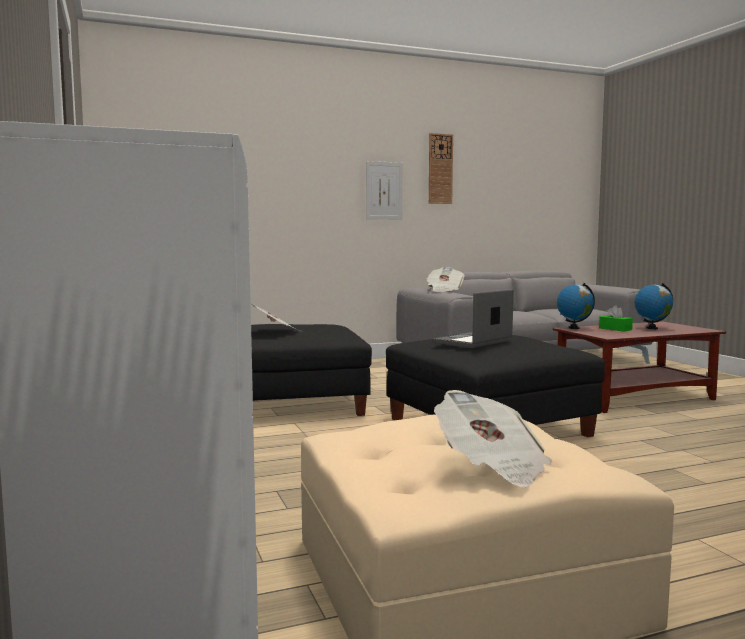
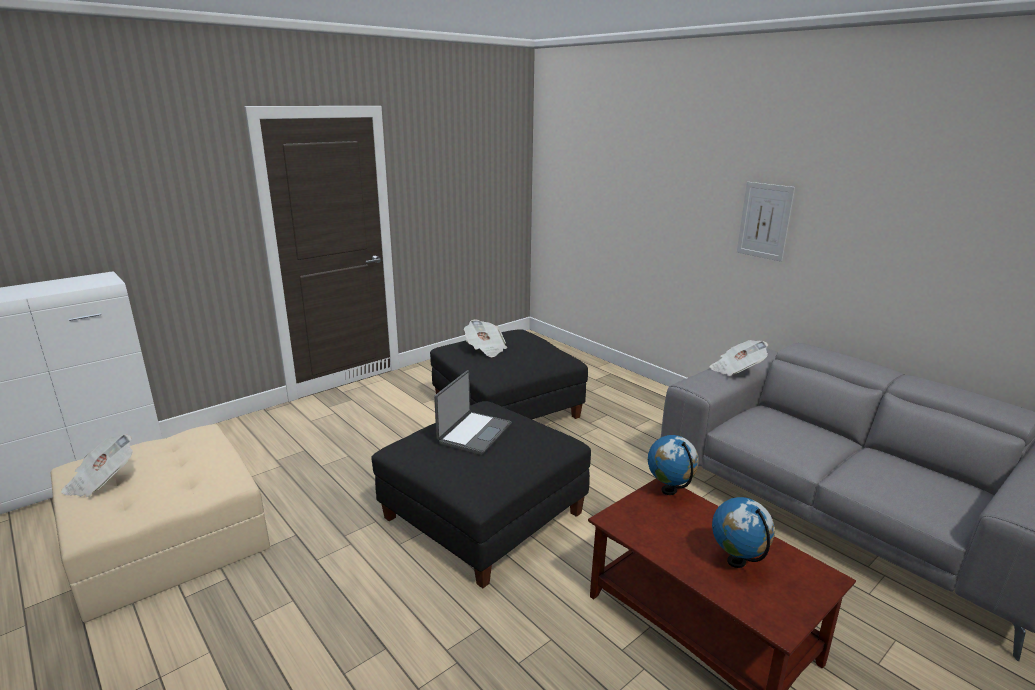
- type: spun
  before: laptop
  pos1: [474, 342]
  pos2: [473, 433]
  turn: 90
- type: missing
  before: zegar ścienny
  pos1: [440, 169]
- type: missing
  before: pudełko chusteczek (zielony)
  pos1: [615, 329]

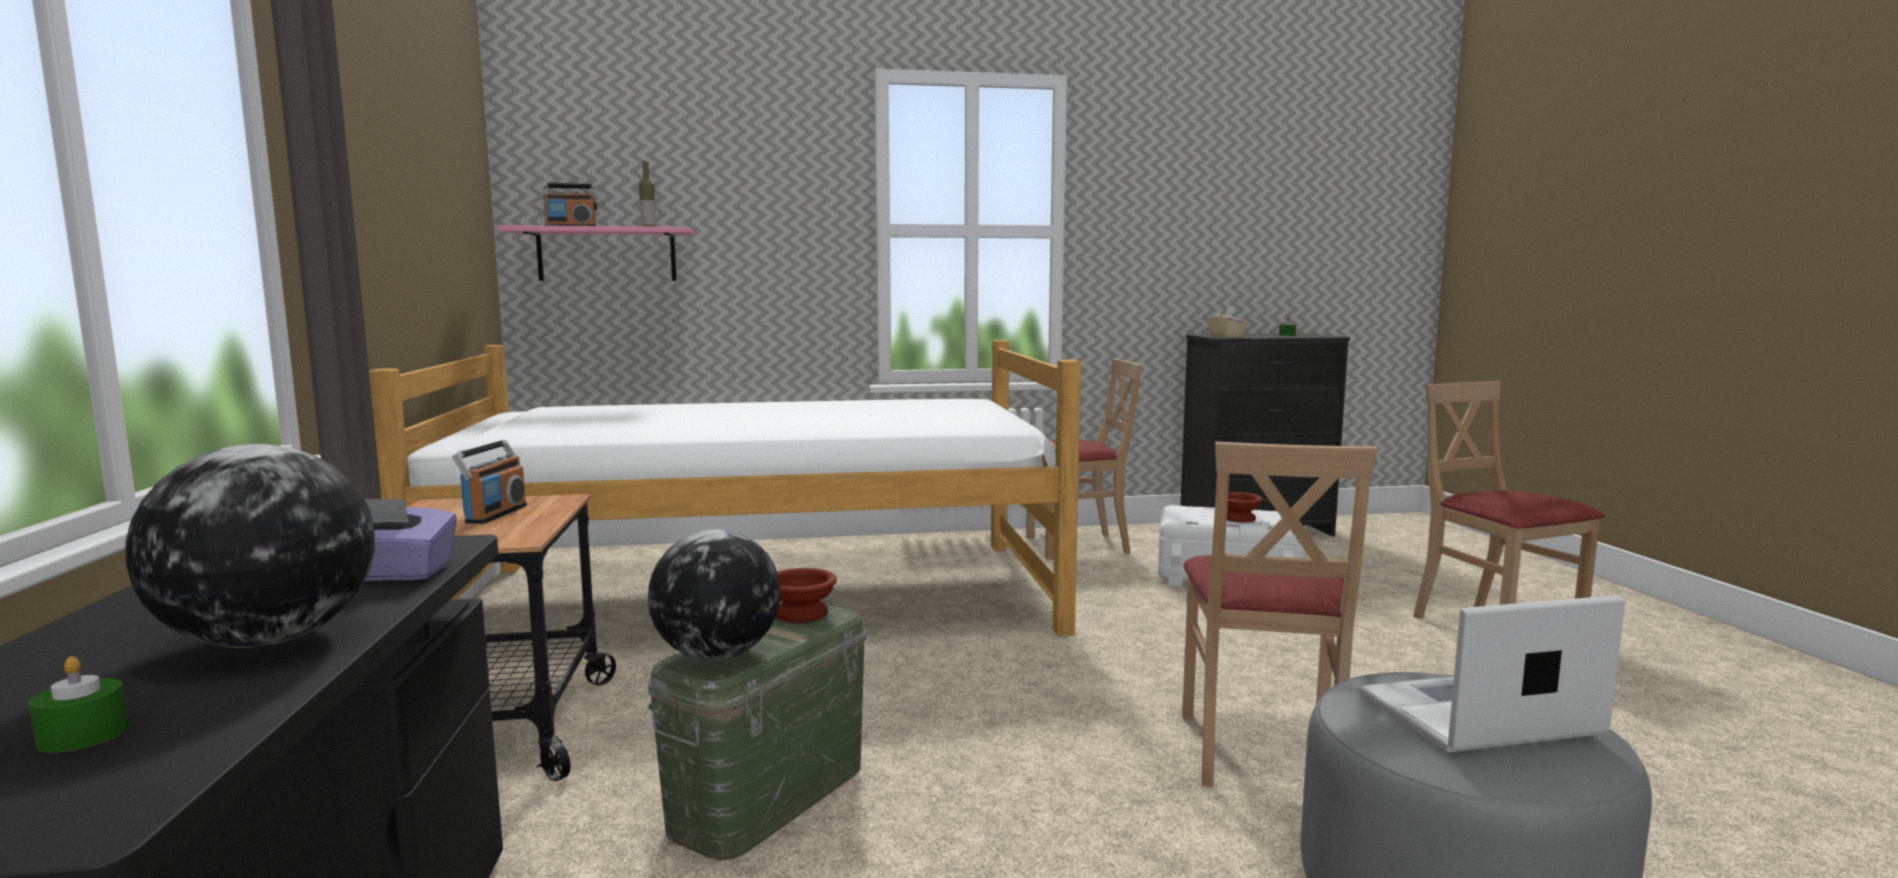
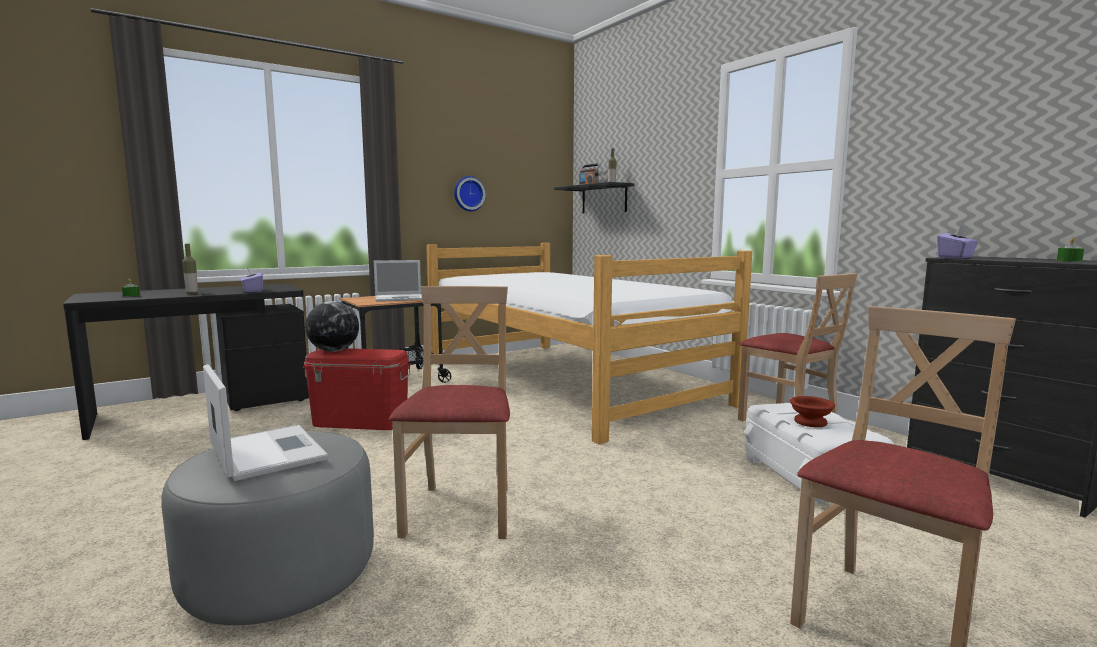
- type: exchanged
  before: globus
  after: butelka
  pos1: [270, 640]
  pos2: [192, 293]
- type: colour
  before: pojemnik do przechowywania (zielony)
  after: pojemnik do przechowywania (czerwony)
  pos1: [769, 797]
  pos2: [361, 421]
- type: exchanged
  before: radio
  after: laptop
  pos1: [495, 514]
  pos2: [400, 298]
- type: spun
  before: krzesło (beżowy)
  pos1: [1261, 752]
  pos2: [461, 511]
  turn: 105
- type: appeared
  after: zegar ścienny
  pos2: [468, 194]
- type: colour
  before: półka (różowy)
  after: półka (czarny)
  pos1: [607, 255]
  pos2: [604, 199]
- type: colour
  before: pudełko chusteczek (beżowy)
  after: pudełko chusteczek (fioletowy)
  pos1: [1226, 337]
  pos2: [956, 257]
- type: missing
  before: miska (brązowy)
  pos1: [801, 614]

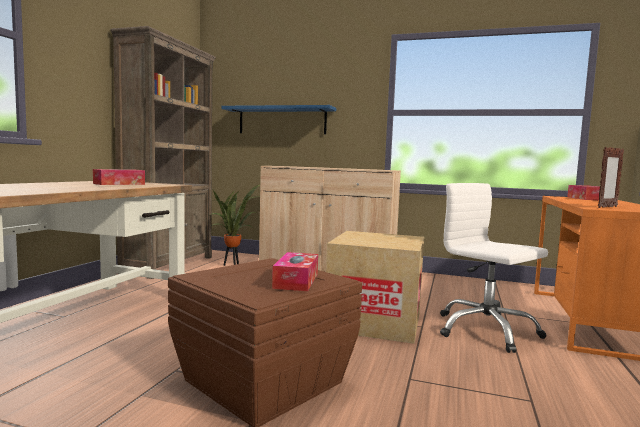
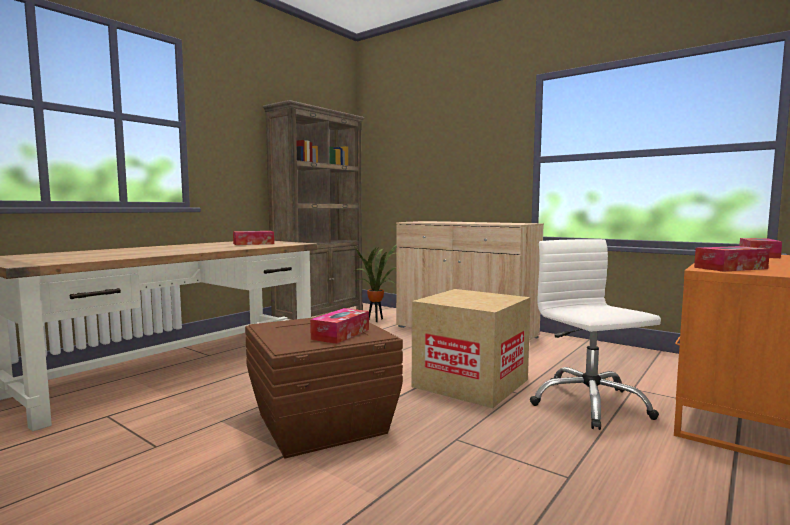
- type: exchanged
  before: ramka na zdjęcie
  after: pudełko chusteczek
  pos1: [607, 207]
  pos2: [730, 268]
- type: missing
  before: półka (niebieski)
  pos1: [282, 121]

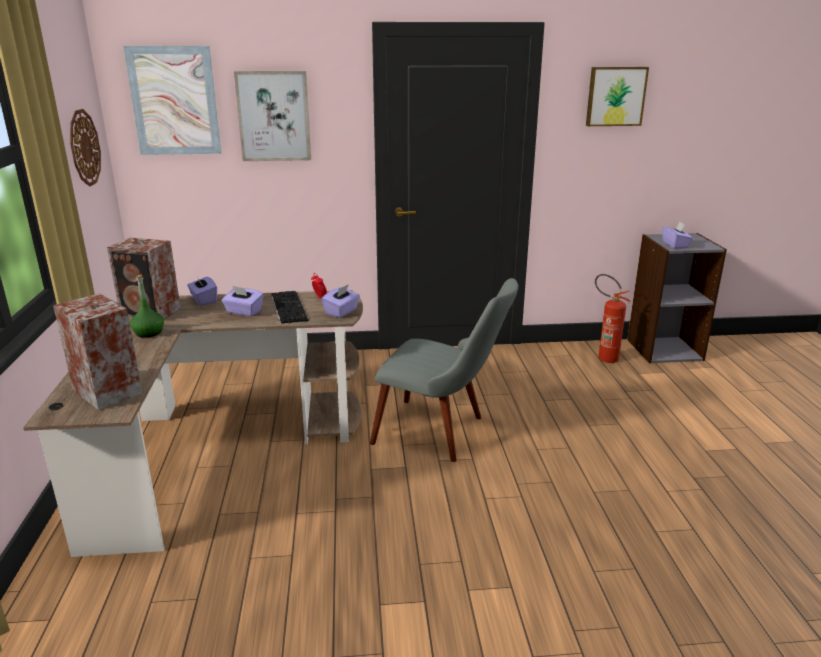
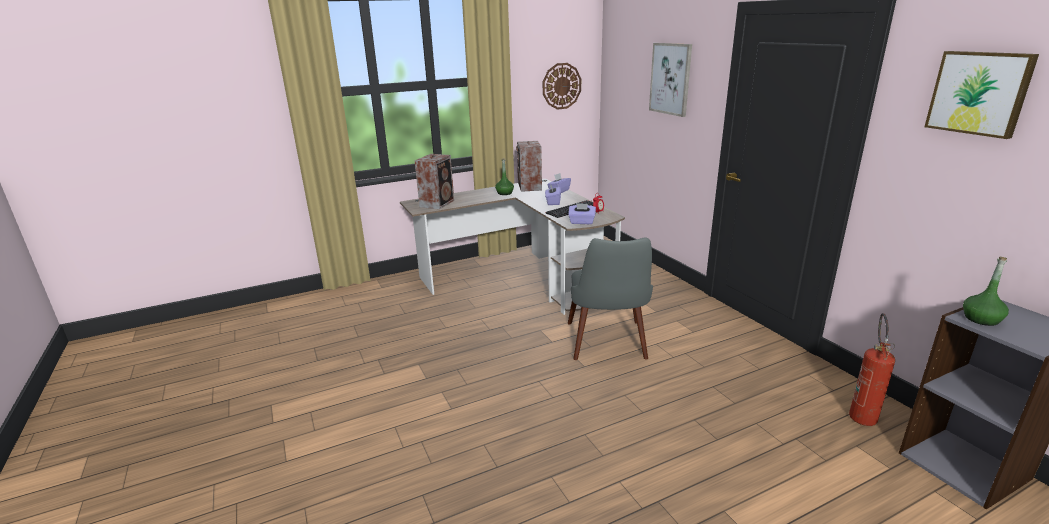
- type: exchanged
  before: pudełko chusteczek (fioletowy)
  after: butelka (zielony)
  pos1: [675, 245]
  pos2: [981, 319]
- type: missing
  before: obraz
  pos1: [174, 101]

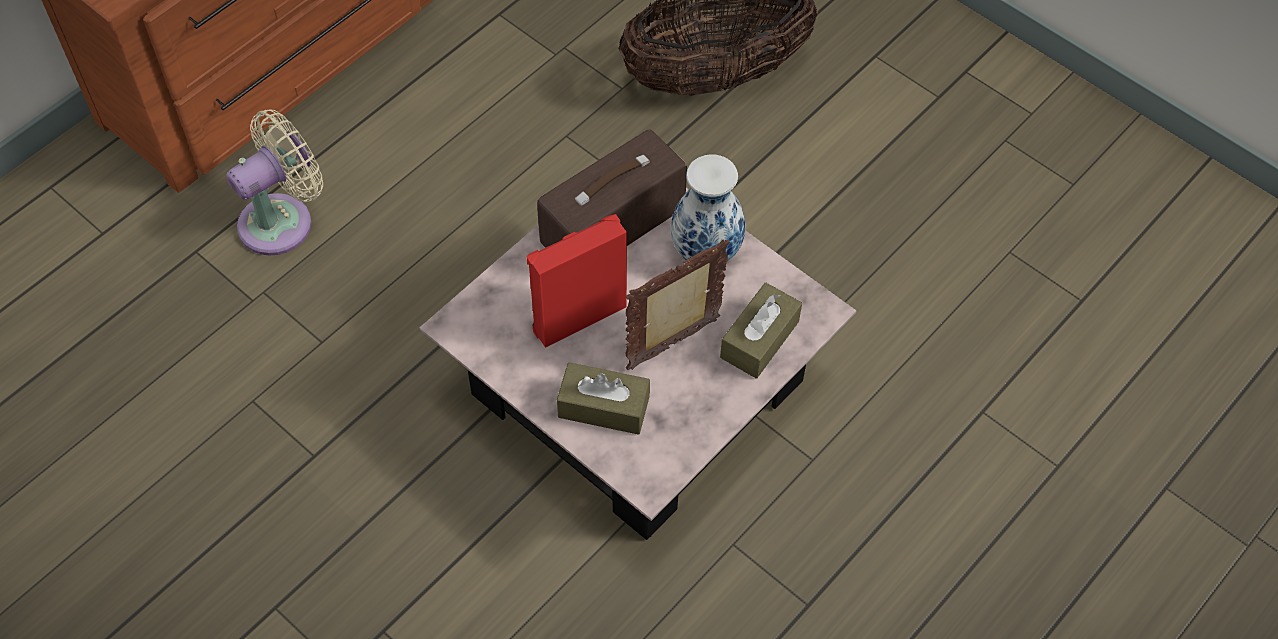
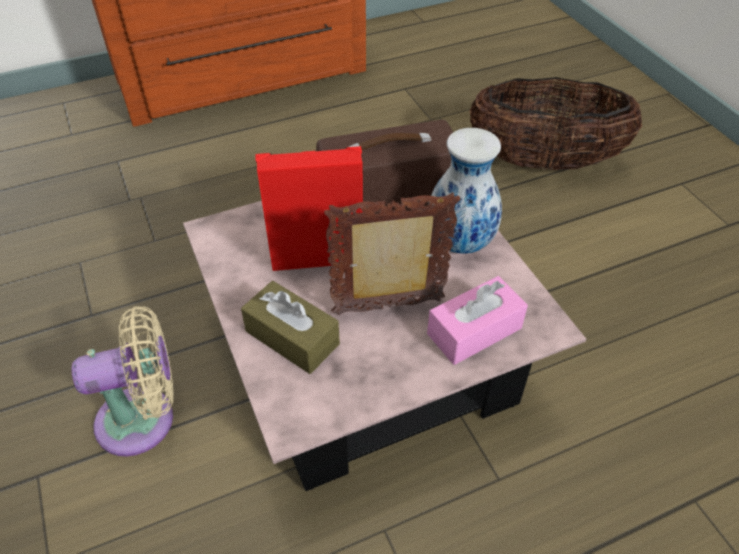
- type: relocated
  before: wentylator (beżowy)
  pos1: [282, 220]
  pos2: [144, 419]
- type: colour
  before: pudełko chusteczek (brązowy)
  after: pudełko chusteczek (różowy)
  pos1: [759, 339]
  pos2: [474, 331]

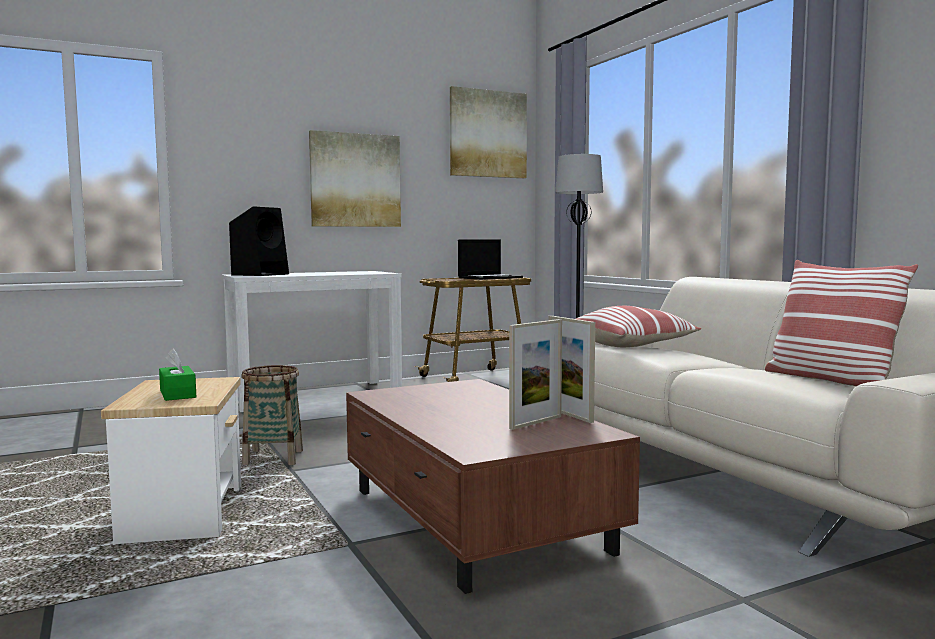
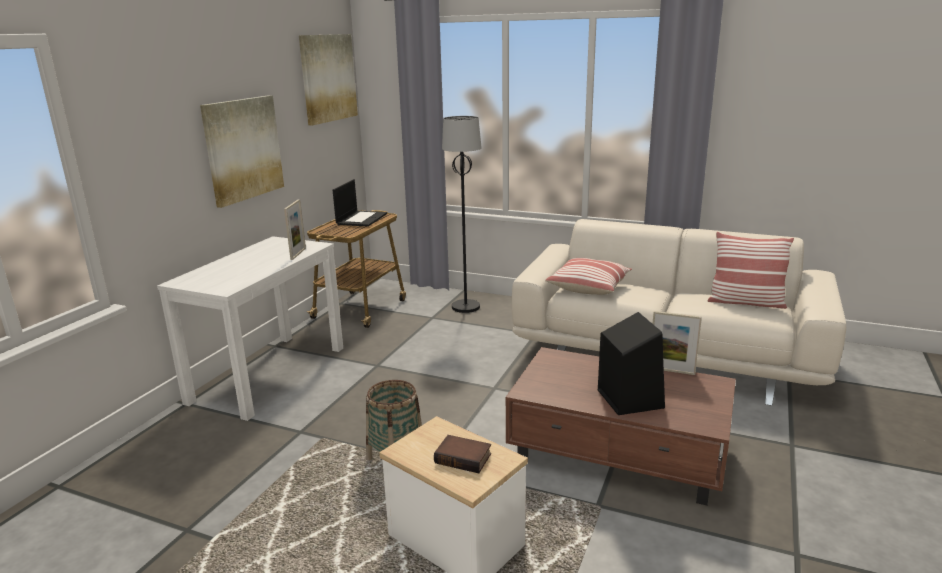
- type: relocated
  before: ramka na zdjęcie
  pos1: [536, 422]
  pos2: [298, 254]
- type: exchanged
  before: pudełko chusteczek (zielony)
  after: książka
  pos1: [177, 394]
  pos2: [464, 458]
- type: relocated
  before: głośnik (czarny)
  pos1: [261, 274]
  pos2: [628, 398]

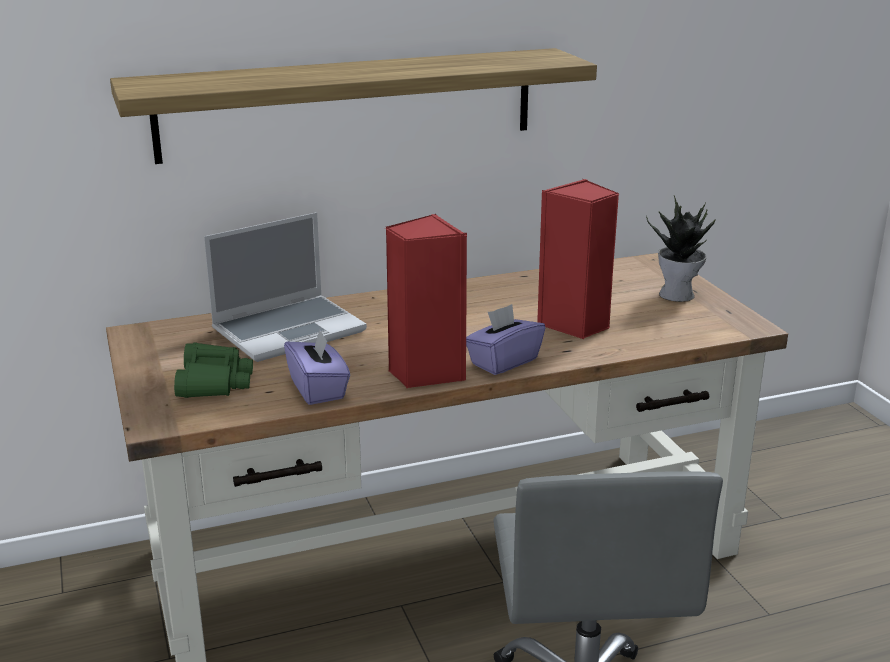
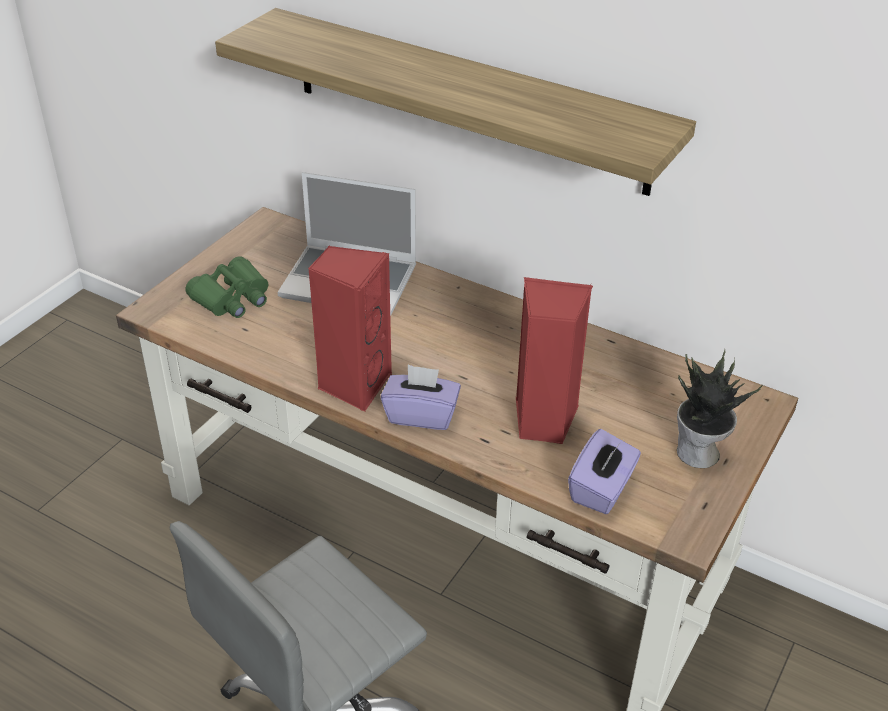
- type: relocated
  before: pudełko chusteczek (fioletowy)
  pos1: [318, 389]
  pos2: [602, 489]

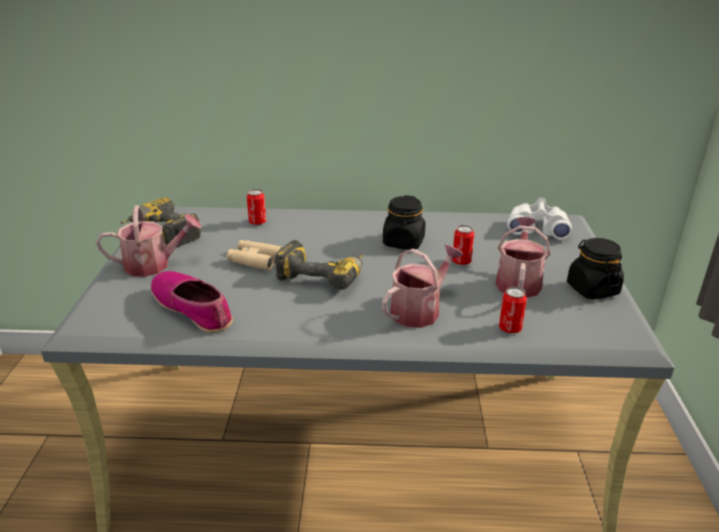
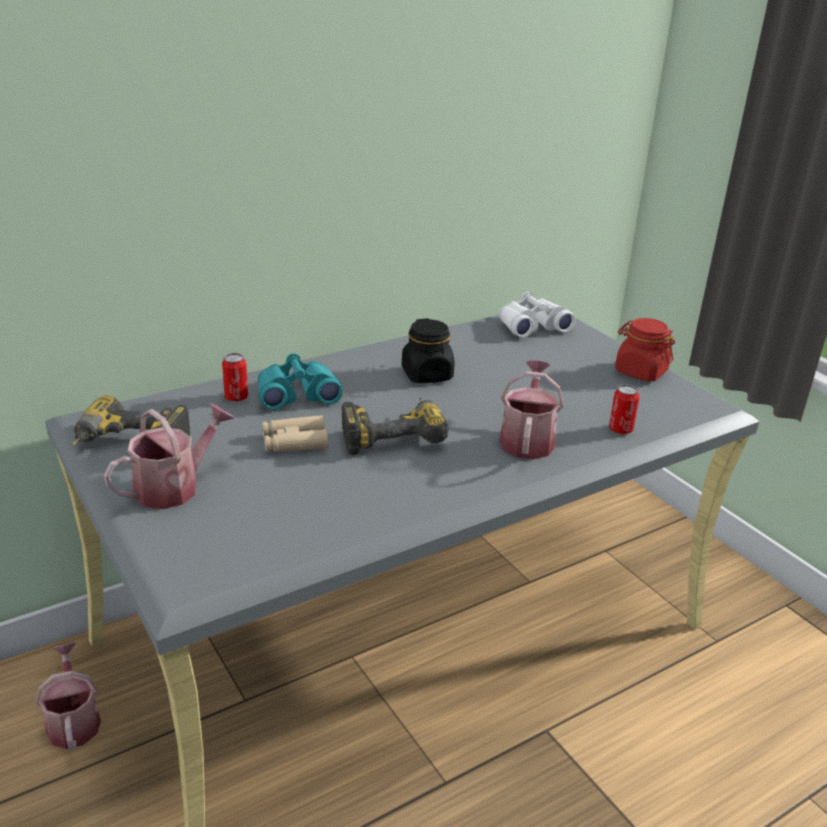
- type: relocated
  before: konewka
  pos1: [518, 282]
  pos2: [73, 721]
- type: appeared
  after: lornetka (turkusowy)
  pos2: [297, 394]
- type: colour
  before: słoik (czarny)
  after: słoik (czerwony)
  pos1: [592, 289]
  pos2: [640, 372]
- type: missing
  before: but
  pos1: [193, 308]
- type: missing
  before: puszka
  pos1: [461, 261]

